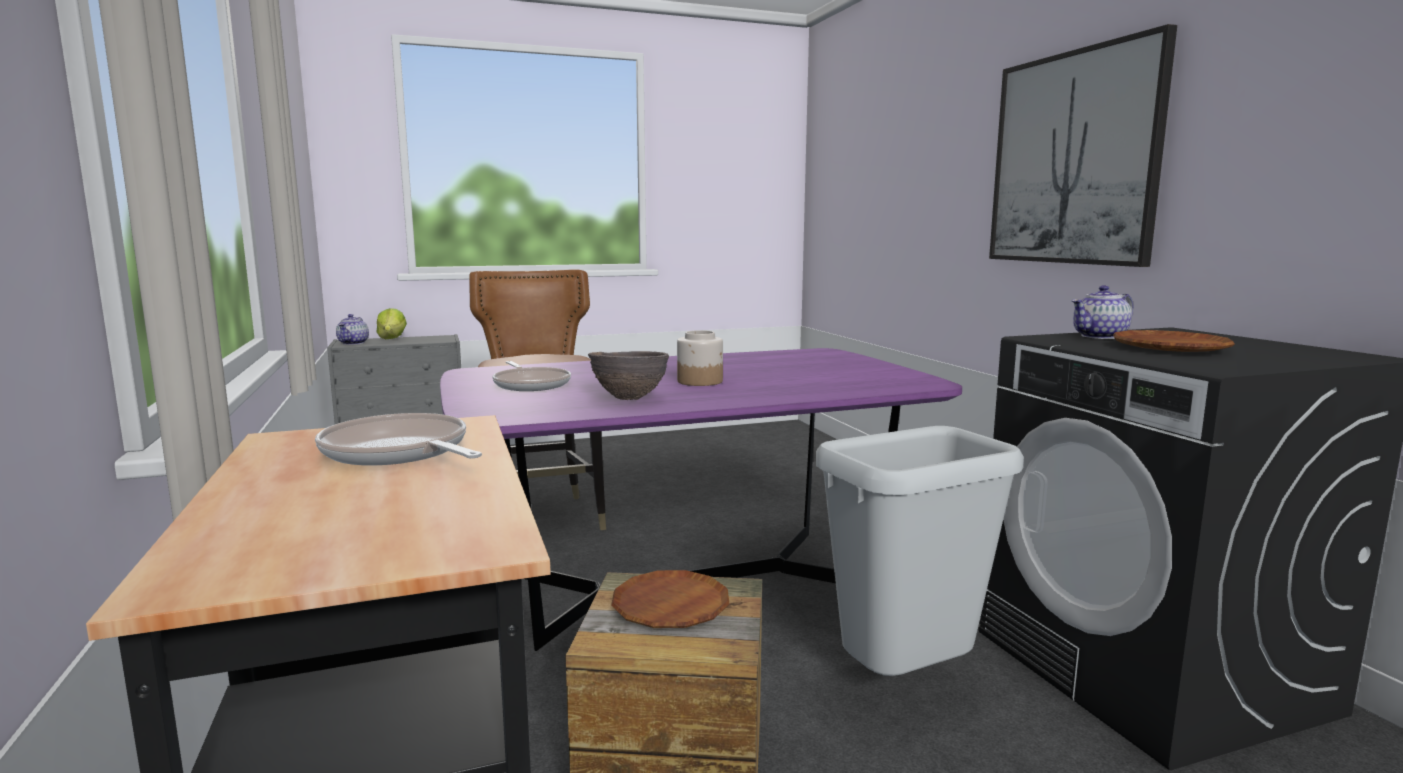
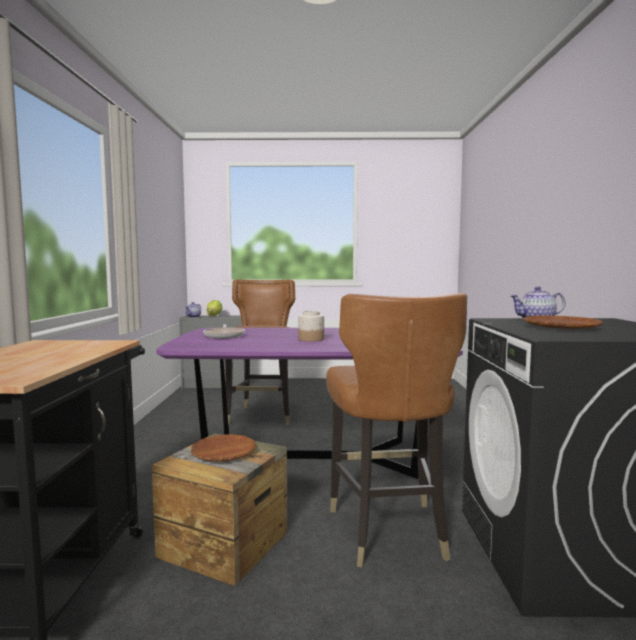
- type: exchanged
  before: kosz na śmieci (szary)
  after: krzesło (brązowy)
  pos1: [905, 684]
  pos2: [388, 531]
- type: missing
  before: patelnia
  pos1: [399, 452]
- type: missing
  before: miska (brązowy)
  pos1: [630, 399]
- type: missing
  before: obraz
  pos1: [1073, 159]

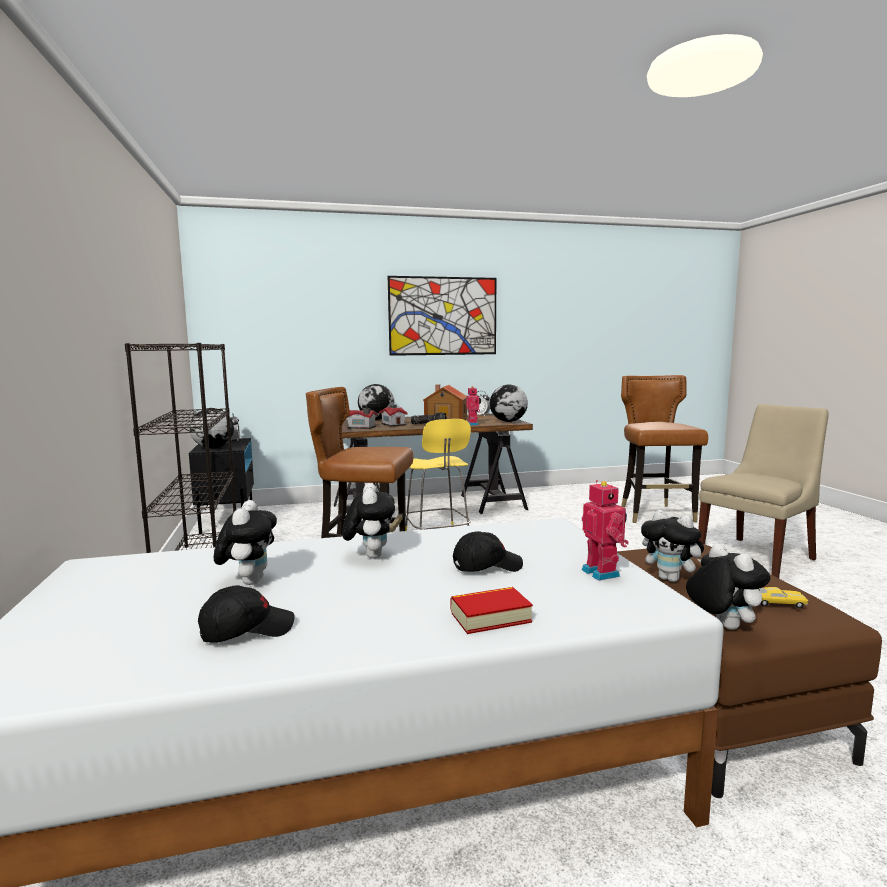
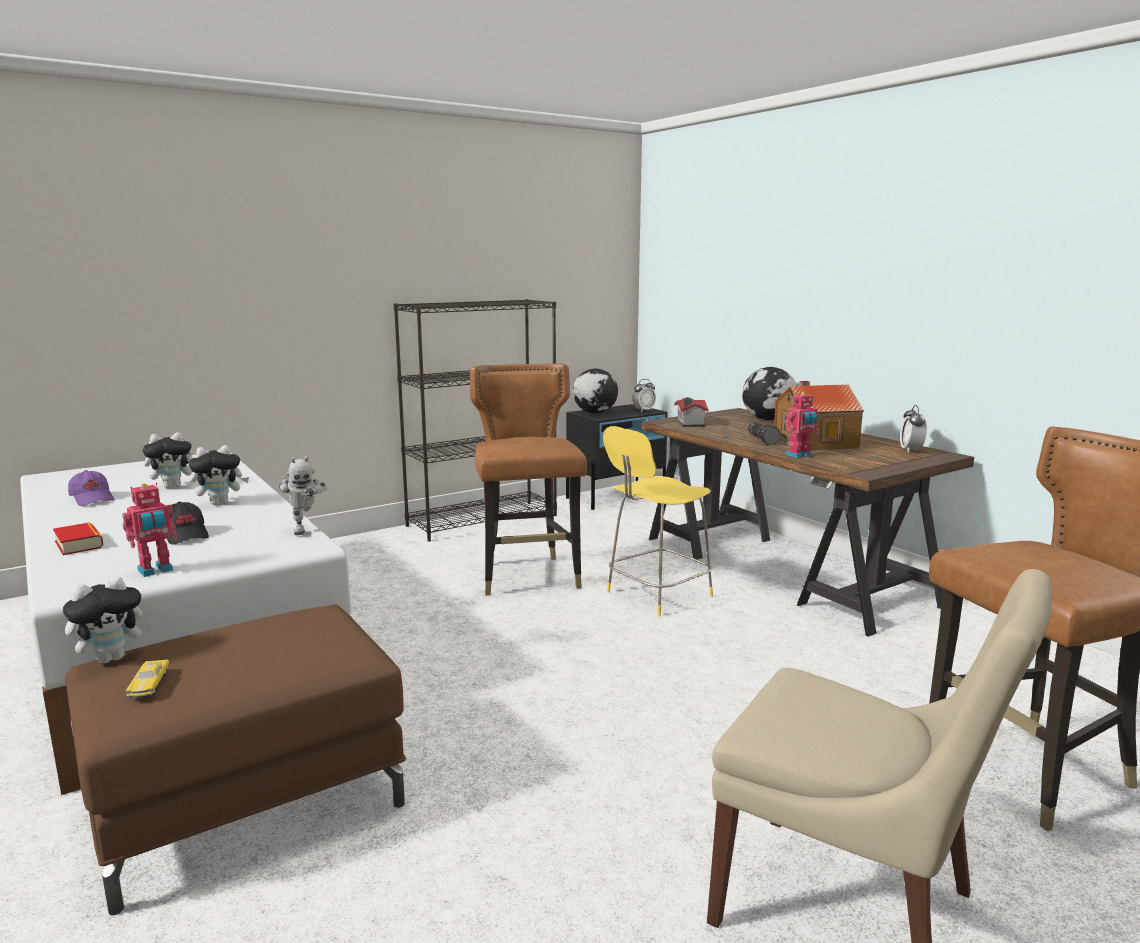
- type: colour
  before: czapka z daszkiem (czarny)
  after: czapka z daszkiem (fioletowy)
  pos1: [247, 630]
  pos2: [93, 499]
- type: appeared
  after: robot zabawkowy
  pos2: [304, 529]
- type: missing
  before: domek
  pos1: [393, 424]
- type: missing
  before: obraz
  pos1: [443, 316]
- type: missing
  before: globus
  pos1: [508, 421]
- type: missing
  before: pluszak
  pos1: [671, 579]

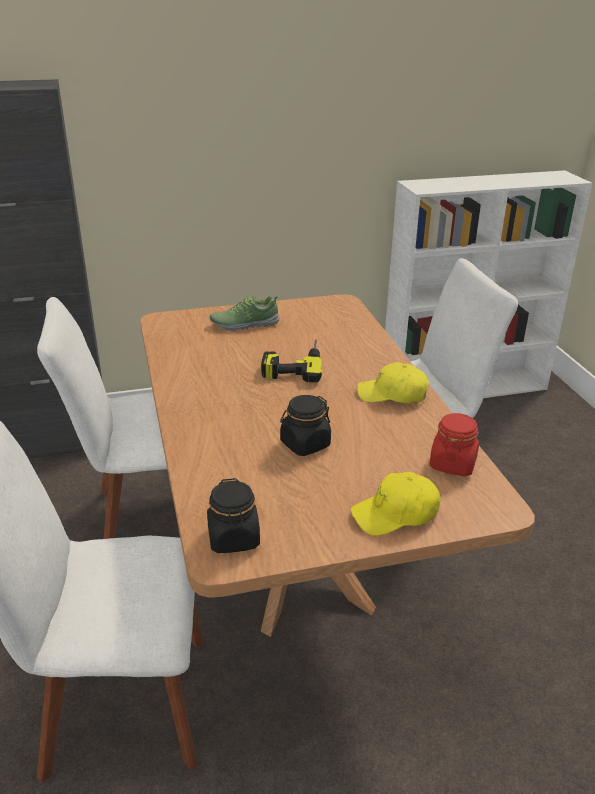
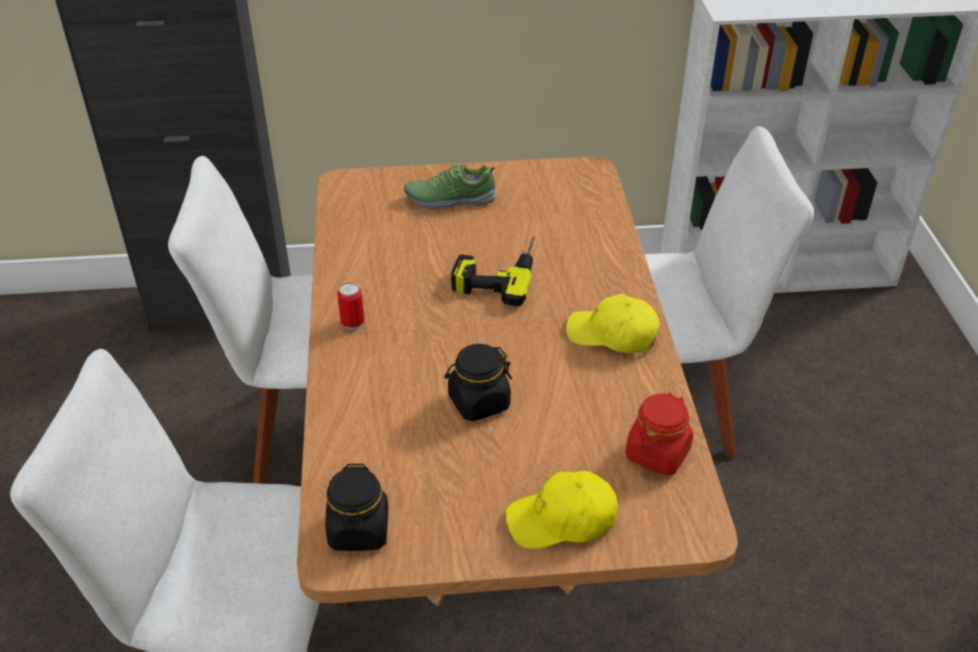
- type: appeared
  after: puszka
  pos2: [352, 323]

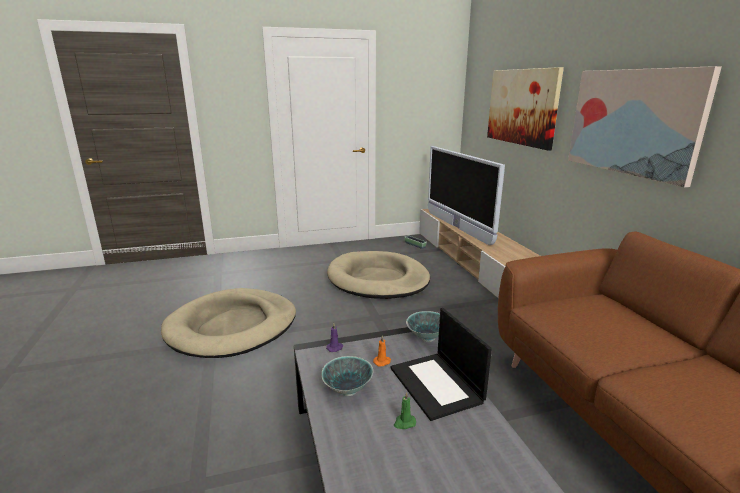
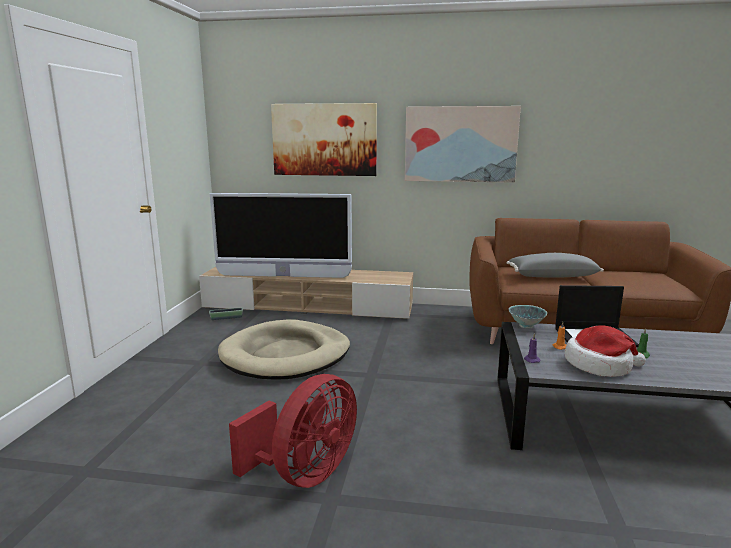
- type: exchanged
  before: legowisko (beżowy)
  after: wentylator (czerwony)
  pos1: [233, 326]
  pos2: [305, 474]
- type: appeared
  after: poduszka (szary)
  pos2: [552, 276]
- type: exchanged
  before: miska
  after: kapelusz
  pos1: [348, 390]
  pos2: [599, 365]

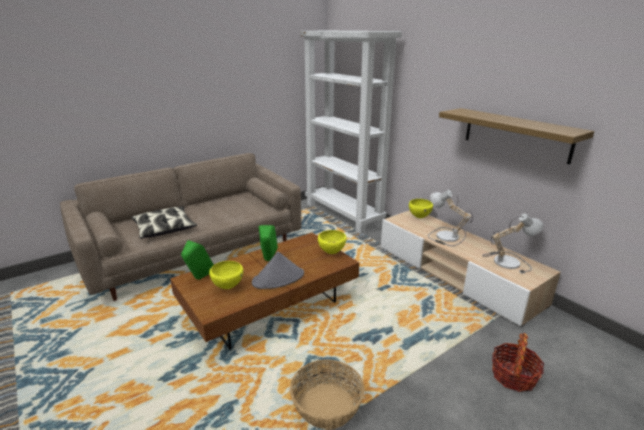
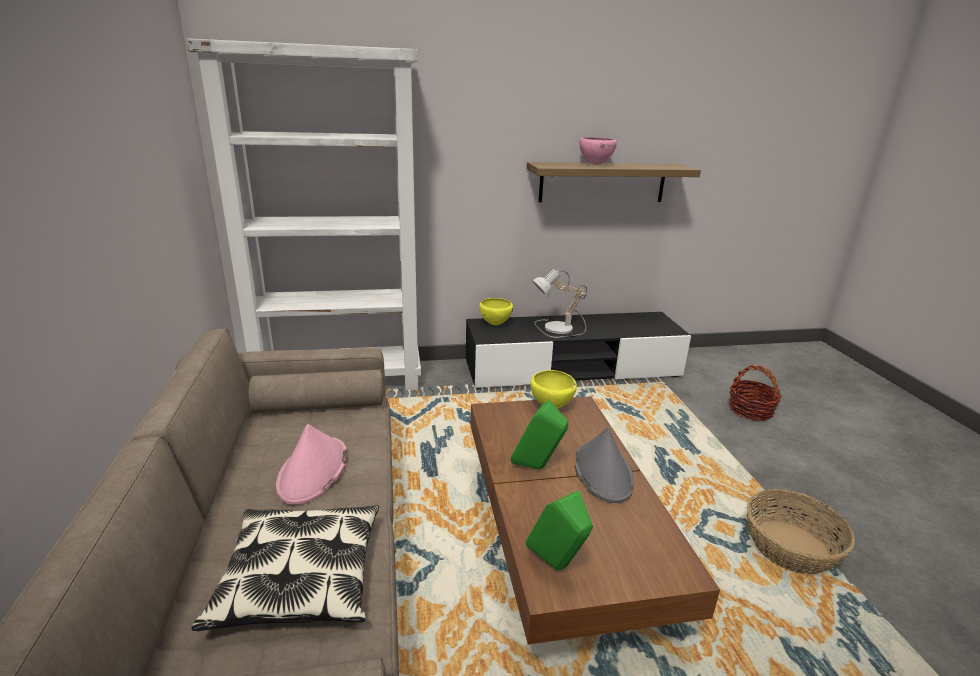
- type: appeared
  after: kapelusz (różowy)
  pos2: [313, 471]
- type: colour
  before: szafka pod telewizor (beżowy)
  after: szafka pod telewizor (czarny)
  pos1: [455, 274]
  pos2: [572, 369]
- type: appeared
  after: miska (różowy)
  pos2: [595, 164]
- type: missing
  before: miska (żółty)
  pos1: [227, 287]
- type: missing
  before: lampa stołowa
  pos1: [506, 261]

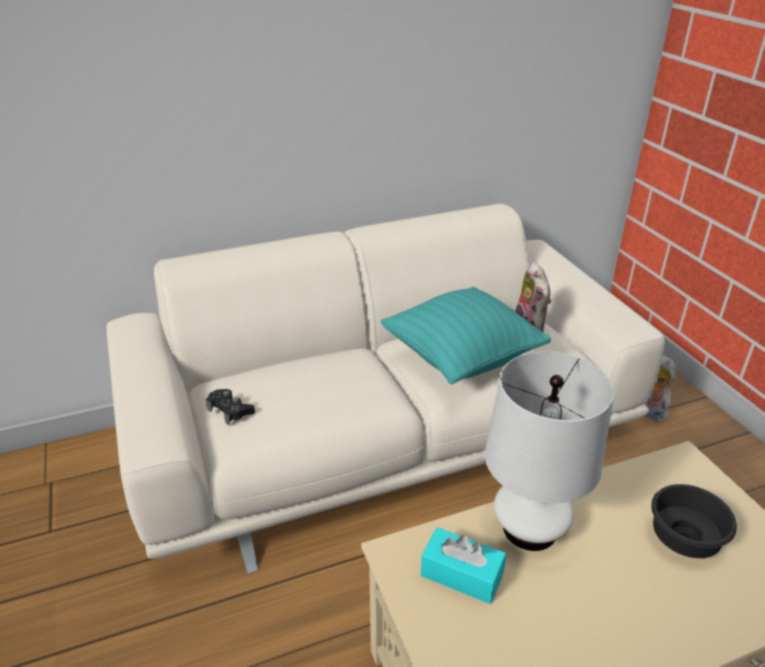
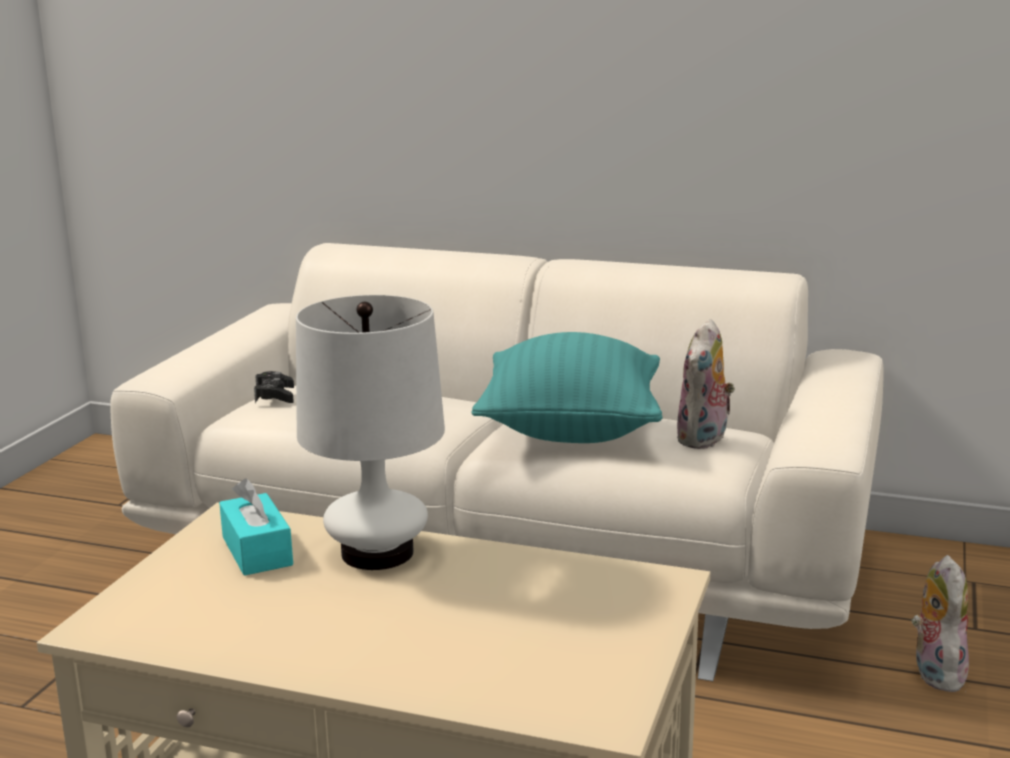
- type: missing
  before: miska (czarny)
  pos1: [684, 540]

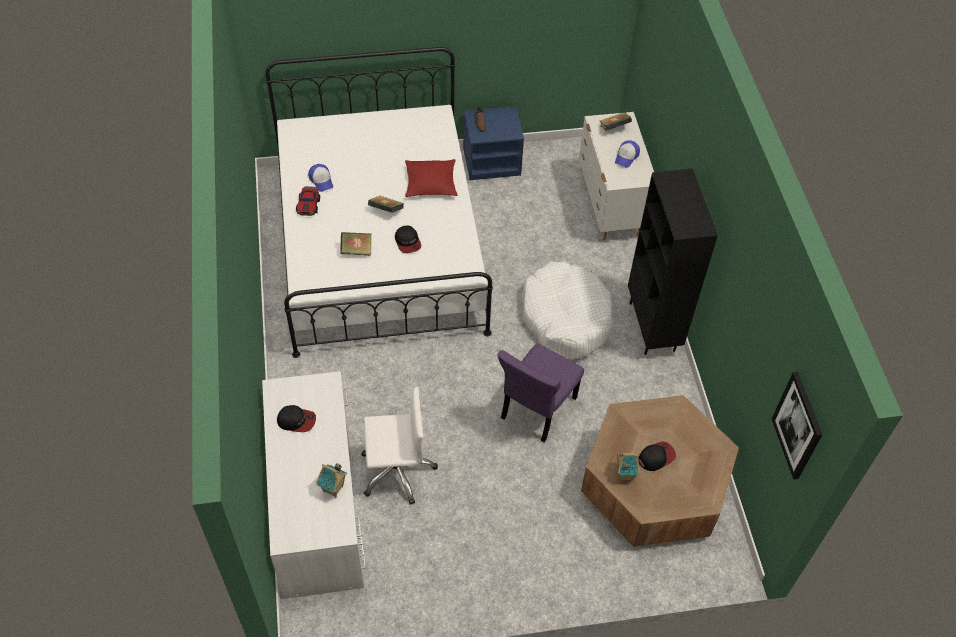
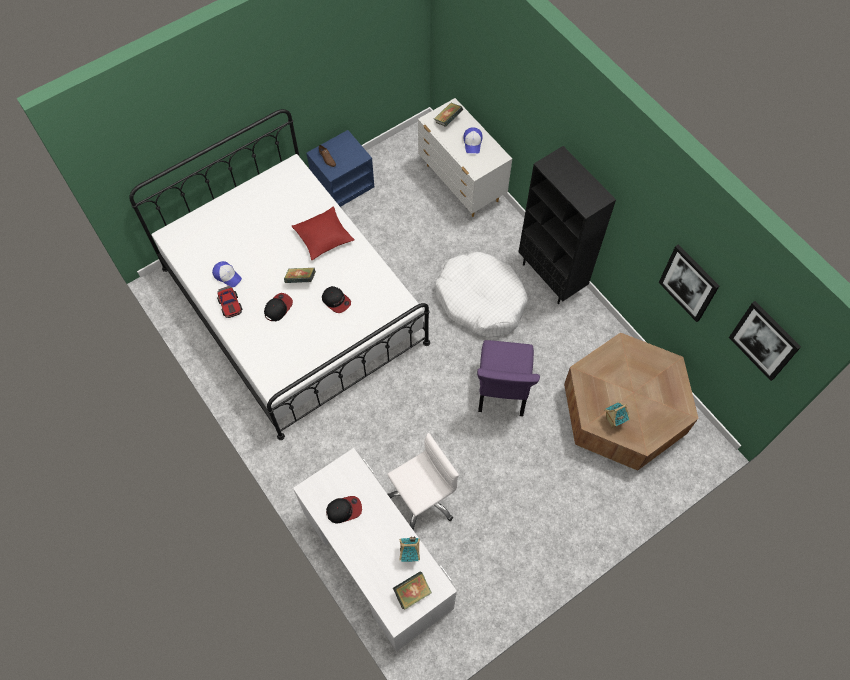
- type: relocated
  before: czapka z daszkiem
  pos1: [656, 457]
  pos2: [278, 308]
- type: relocated
  before: książka
  pos1: [356, 250]
  pos2: [412, 592]
- type: appeared
  after: obraz
  pos2: [689, 283]

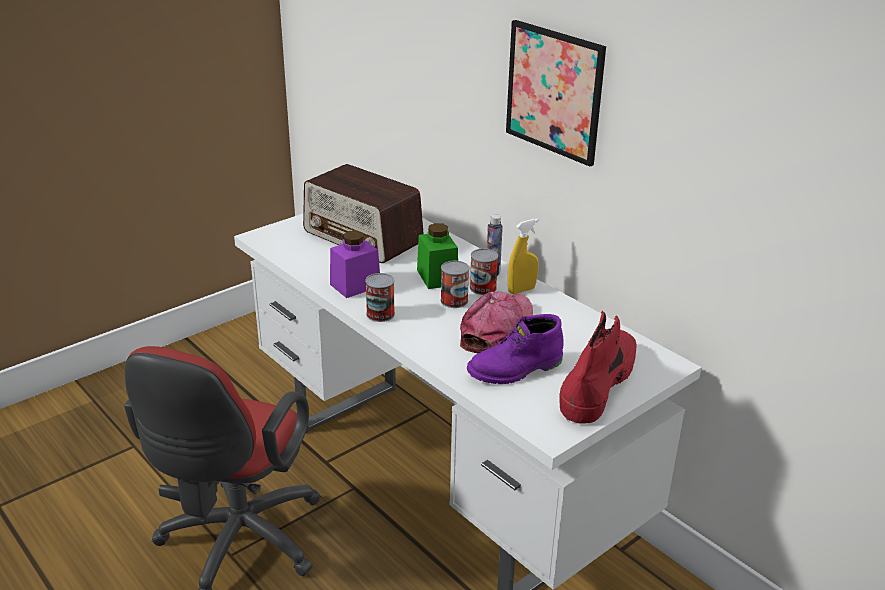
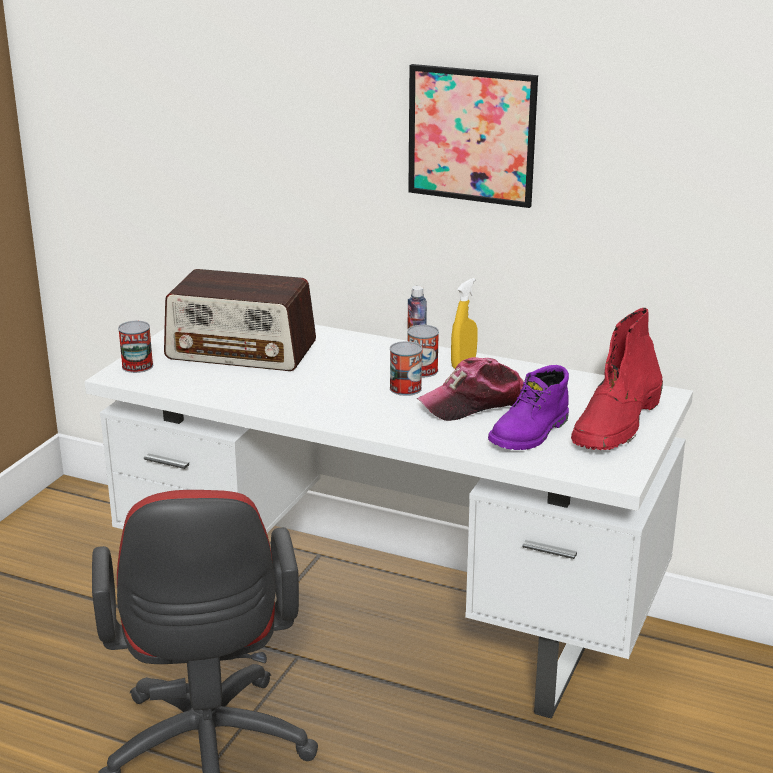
- type: relocated
  before: puszka
  pos1: [380, 314]
  pos2: [137, 366]
- type: spun
  before: czapka z daszkiem
  pos1: [496, 328]
  pos2: [474, 403]
  turn: -120
- type: spun
  before: but z cholewką (czerwony)
  pos1: [598, 381]
  pos2: [616, 424]
  turn: -150
- type: missing
  before: słoik (fioletowy)
  pos1: [355, 285]
- type: missing
  before: słoik (zielony)
  pos1: [437, 277]

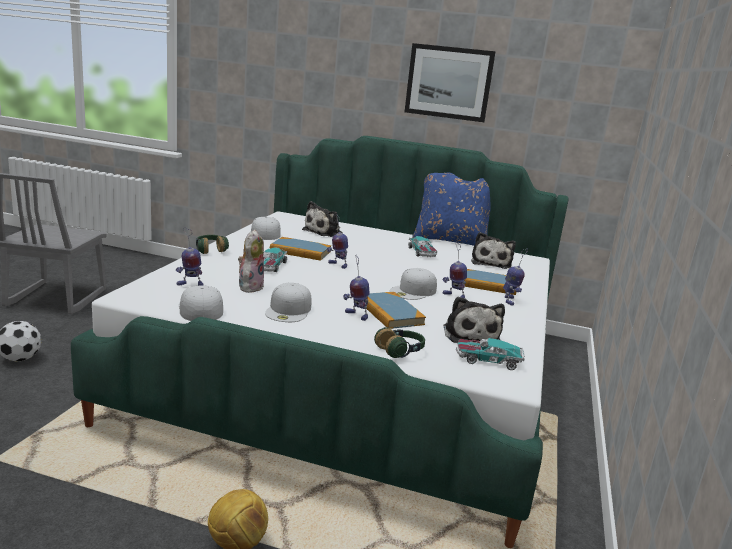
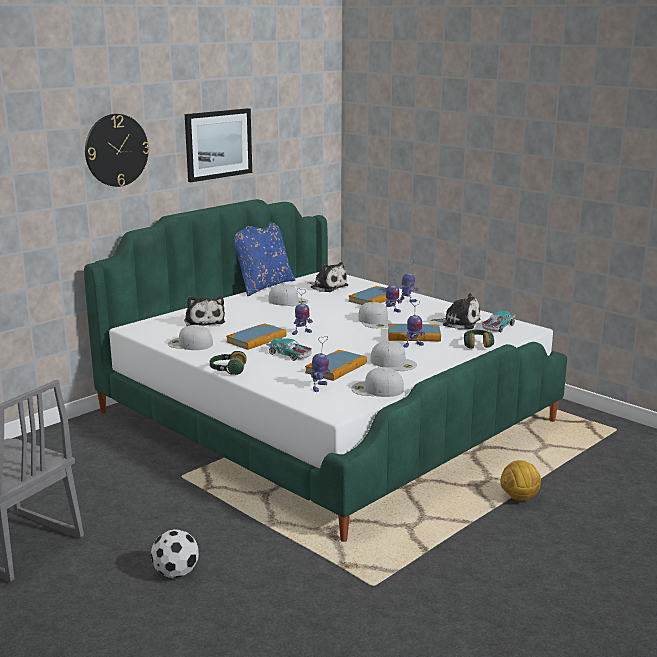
- type: appeared
  after: zegar ścienny
  pos2: [116, 150]
- type: exchanged
  before: samochodzik
  after: czapka z daszkiem (biały)
  pos1: [422, 252]
  pos2: [288, 301]
- type: exchanged
  before: pluszak
  after: książka
  pos1: [250, 287]
  pos2: [336, 368]

